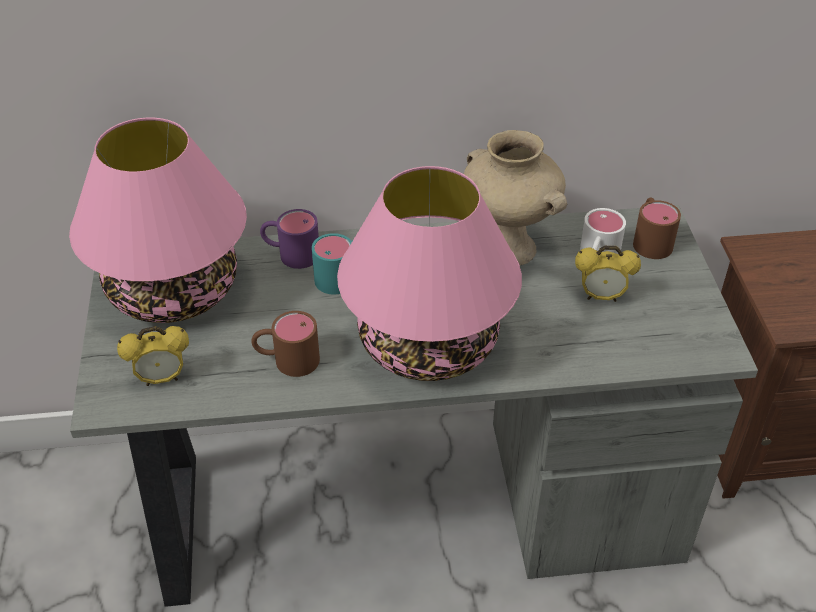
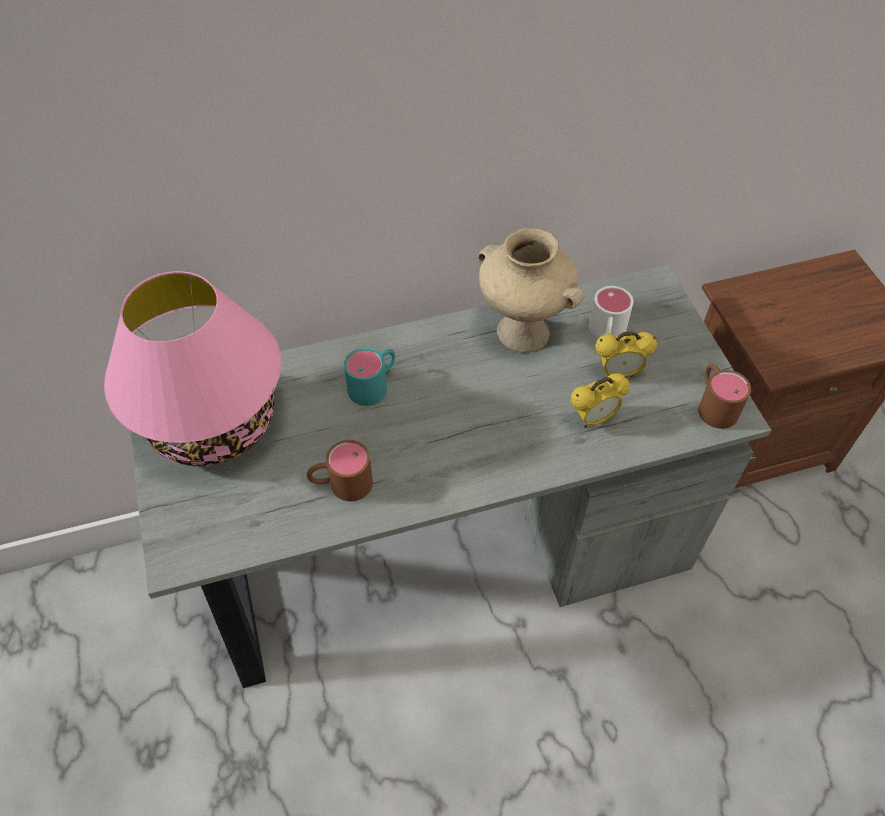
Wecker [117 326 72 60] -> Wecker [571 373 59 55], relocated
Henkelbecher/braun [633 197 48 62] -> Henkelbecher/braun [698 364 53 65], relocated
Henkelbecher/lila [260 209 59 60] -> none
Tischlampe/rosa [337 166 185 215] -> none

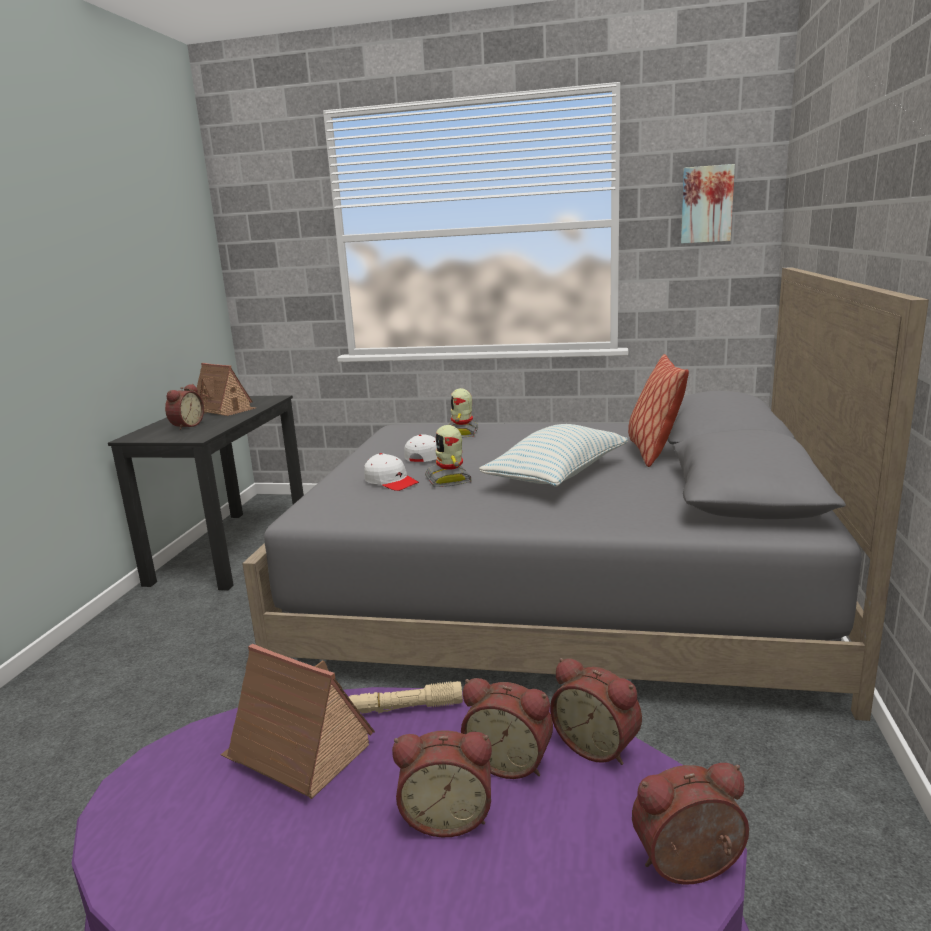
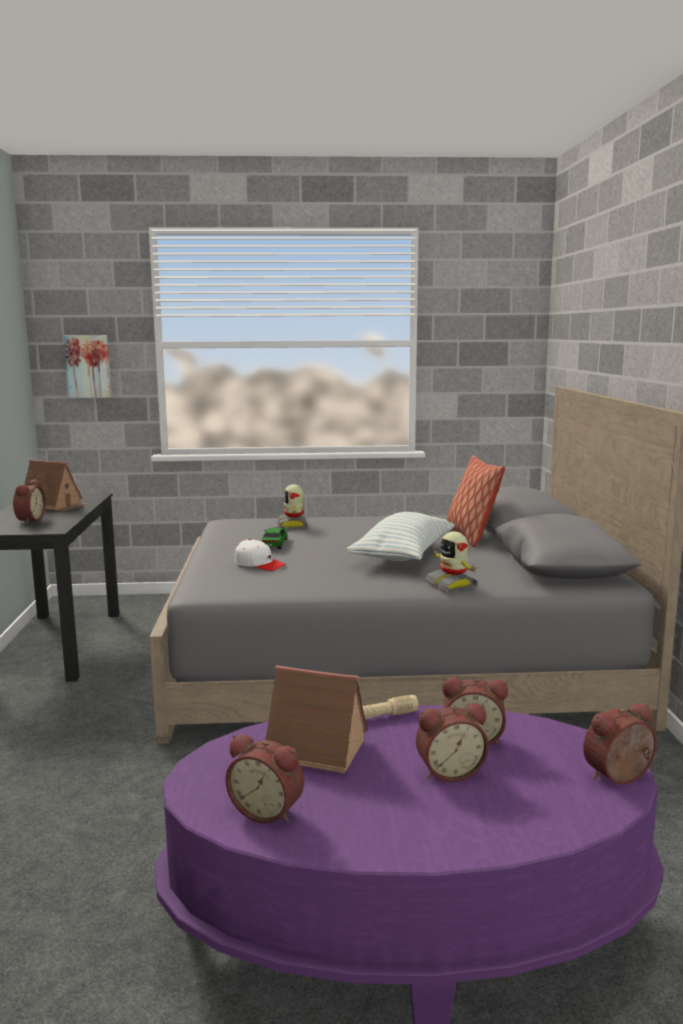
Bild [681 164 54 79] -> Bild [64 335 48 63], relocated
Wecker [550 658 92 107] -> Wecker [225 735 79 88], relocated
Kappe/weiß [404 434 33 28] -> Spielzeugauto [262 527 26 22]
Spielzeugroboter [425 425 47 62] -> Spielzeugroboter [425 531 53 61], relocated

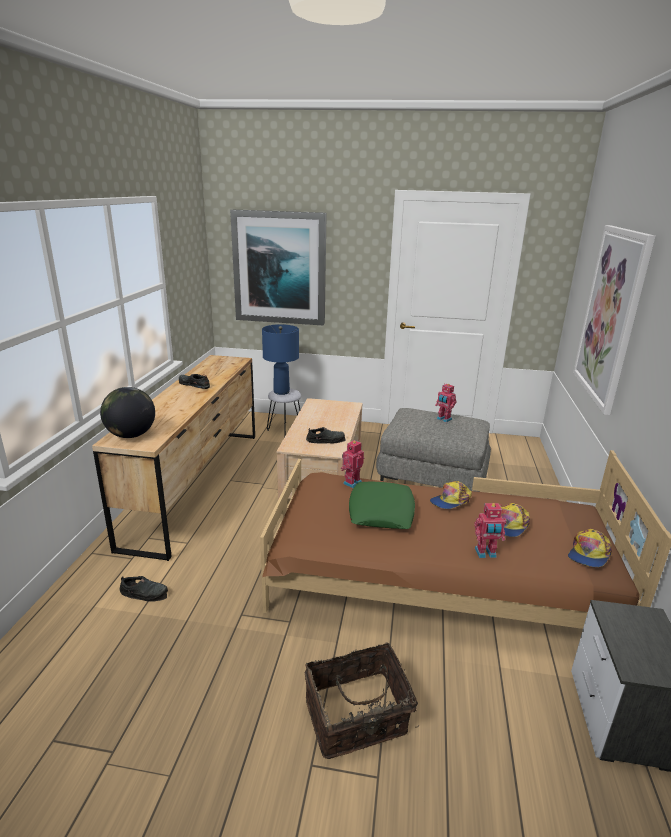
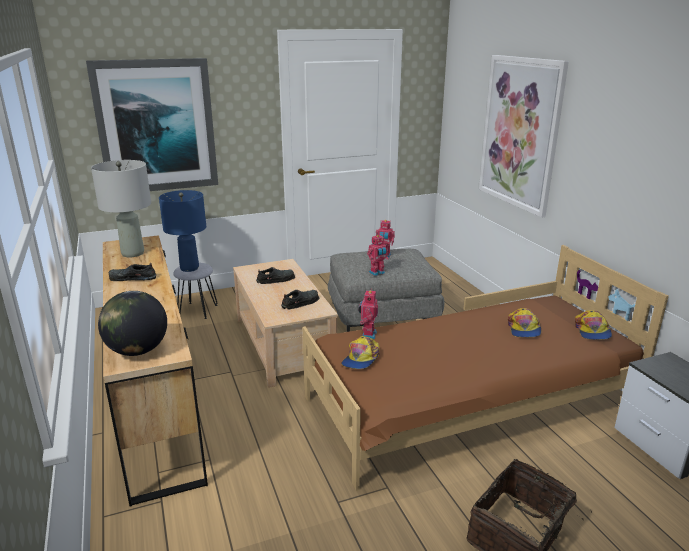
none -> Tischlampe/grau [91 160 60 97]
Schuh/schwarz [120 576 48 26] -> Schuh/schwarz [256 267 39 17], relocated
Kappe [430 481 42 28] -> Kappe [341 336 39 33], relocated
Spielzeugroboter [474 503 32 55] -> Spielzeugroboter [367 235 22 41], relocated
Kissen/grün [349 482 66 47] -> none

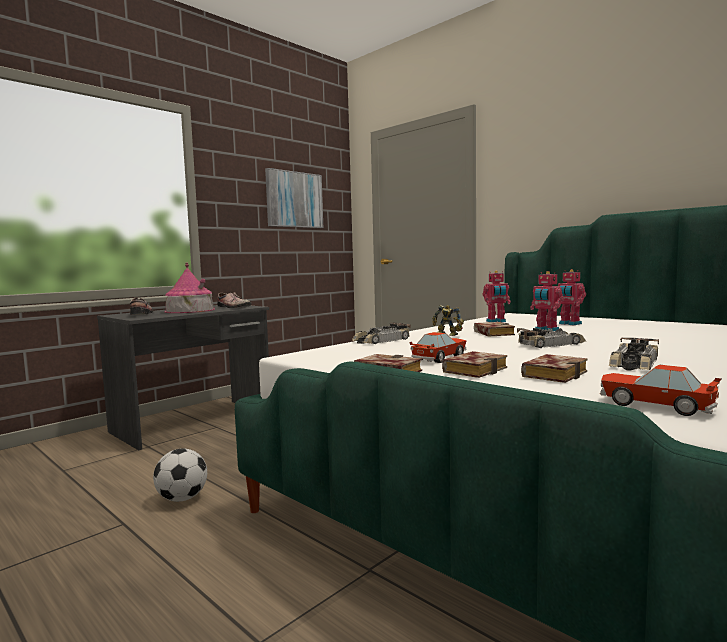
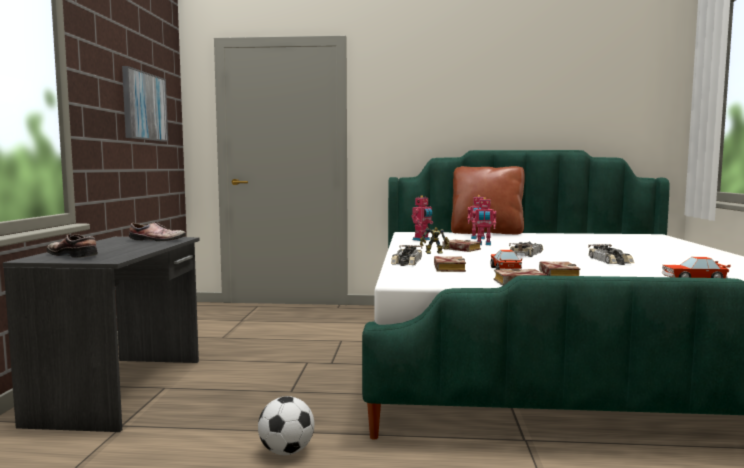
Buch [521 354 67 29] -> Buch [434 256 32 16], relocated
none -> Kissen/braun [451 166 74 69]
Spielzeughaus [164 263 51 50] -> none

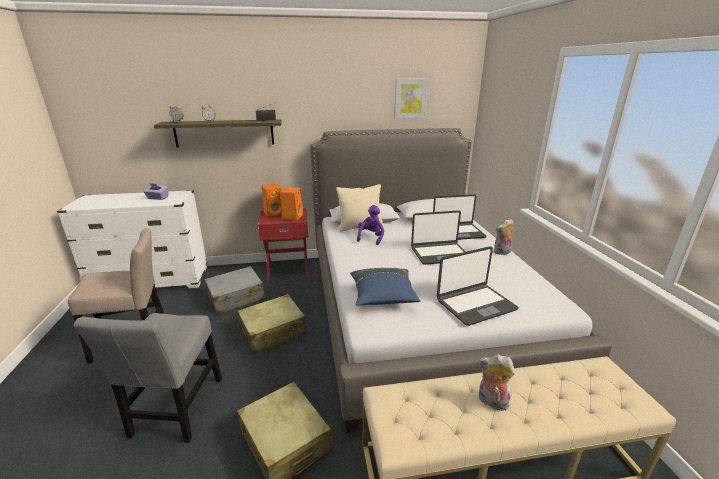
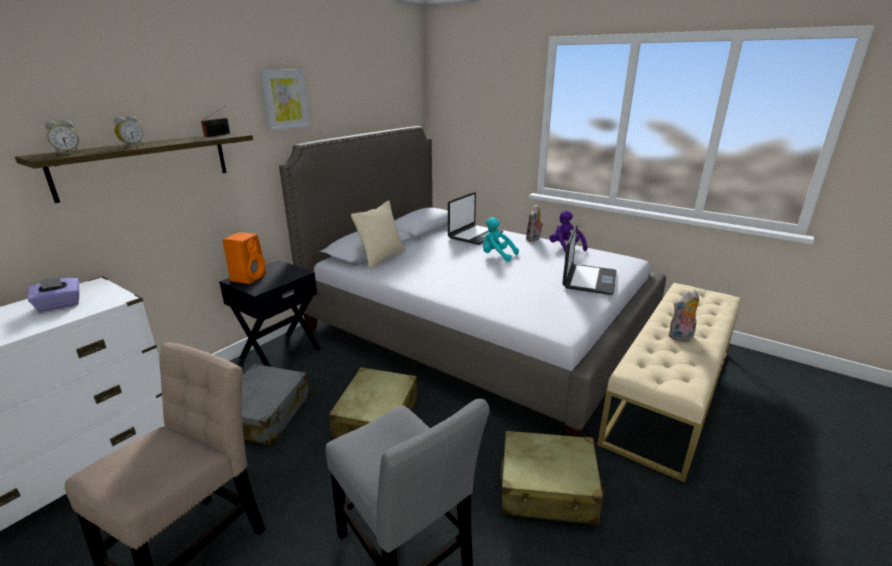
Nachttisch/rot [258 208 50 72] -> Nachttisch/schwarz [219 260 102 107]
Bild [394 78 35 41] -> Bild [260 70 49 61], relocated
Laptop [411 210 55 55] -> Plüschtier/türkis [483 218 36 44]
Plüschtier/lila [357 205 27 40] -> Plüschtier/lila [549 210 39 43], relocated
Lautsprecher/orange [280 187 23 34] -> none
Kissen/blau [350 268 70 38] -> none

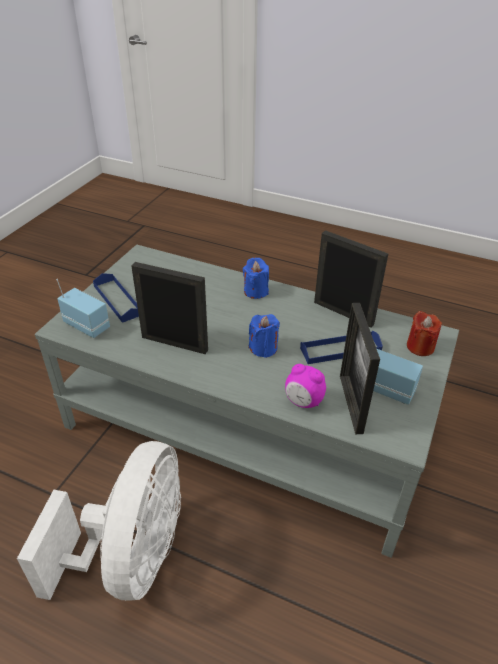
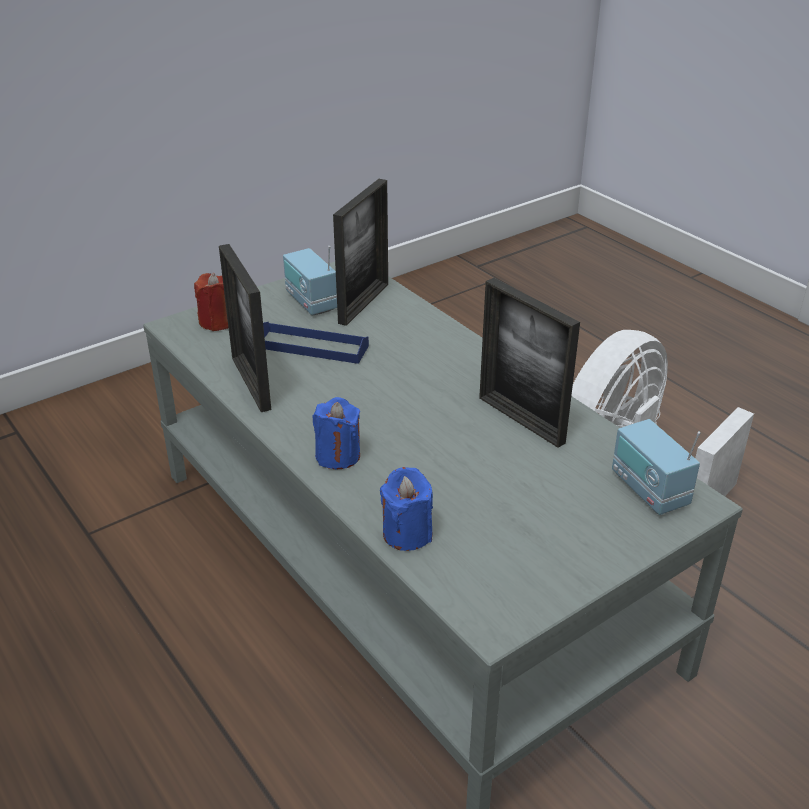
Kerze/blau [249 314 31 44] -> Kerze/blau [380 467 53 84], relocated
Tablett/blau [93 273 46 50] -> none
Wecker [285 364 41 44] -> none

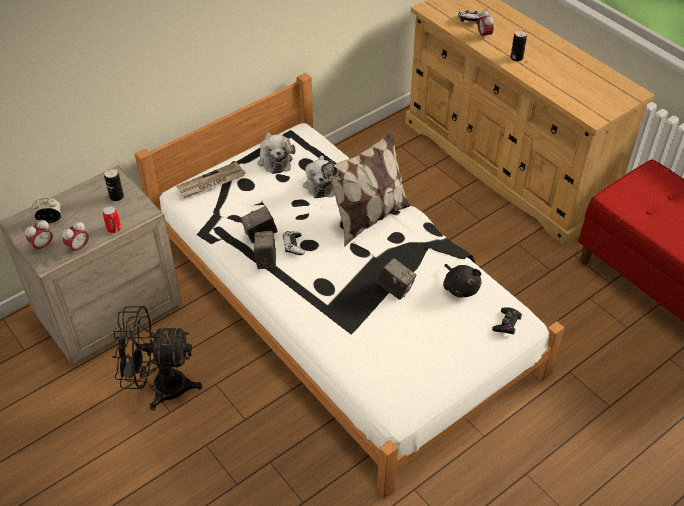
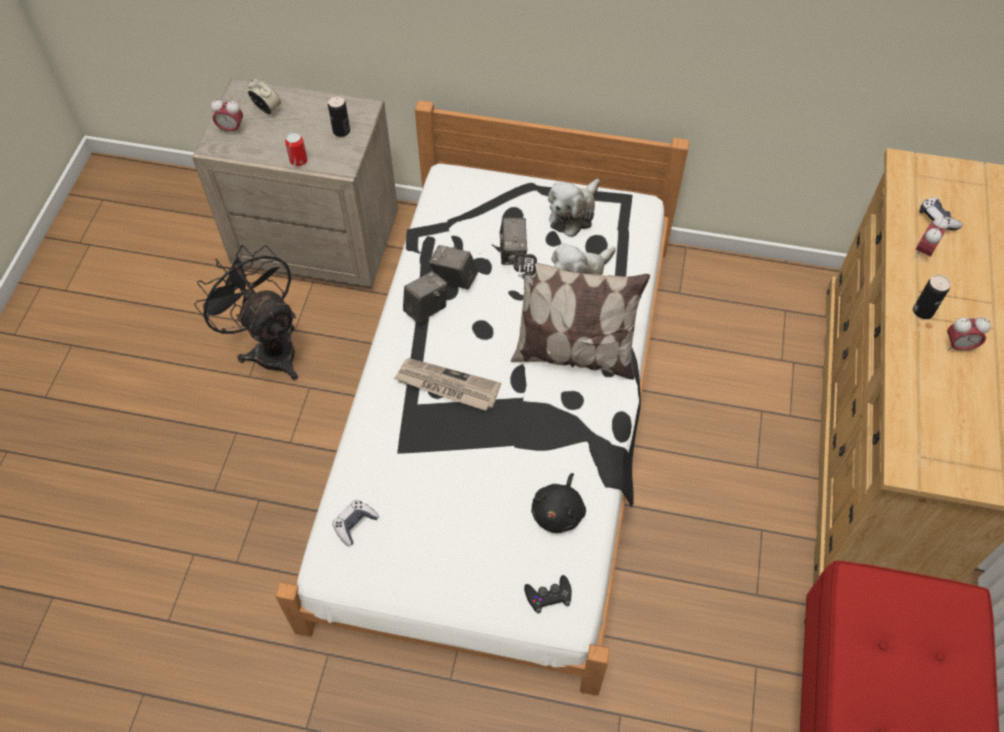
Gamepad [283 231 22 24] -> Gamepad [332 500 47 46], relocated
Zeitung [177 162 68 36] -> Zeitung [394 358 107 53], relocated
Kamera [377 258 39 42] -> Kamera [500 218 27 47], relocated
Wecker [62 221 27 34] -> Wecker [947 317 44 34], relocated

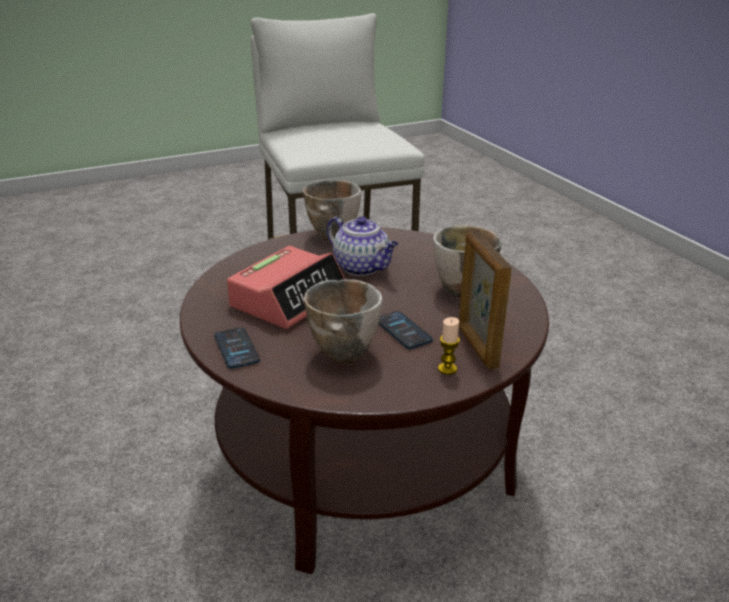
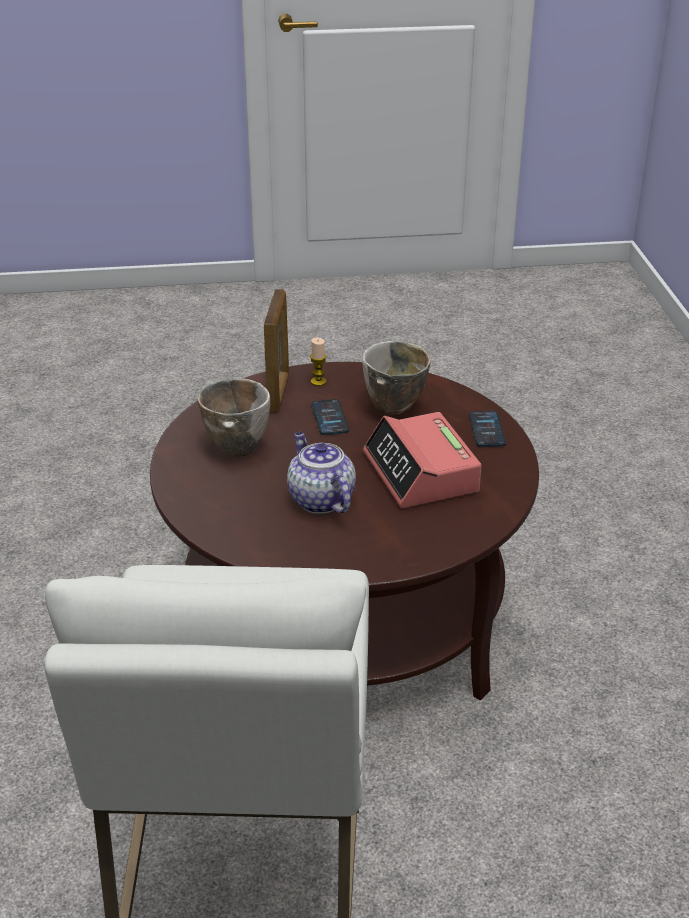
Wecker [227 246 118 83] -> Wecker [363 412 119 96], 75 degrees counterclockwise
Schüssel [303 180 58 61] -> none

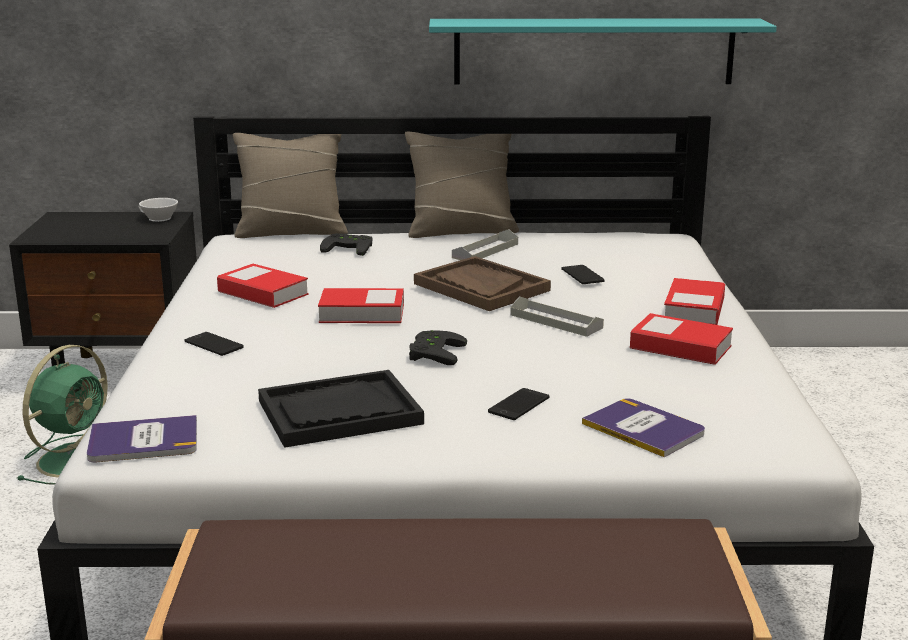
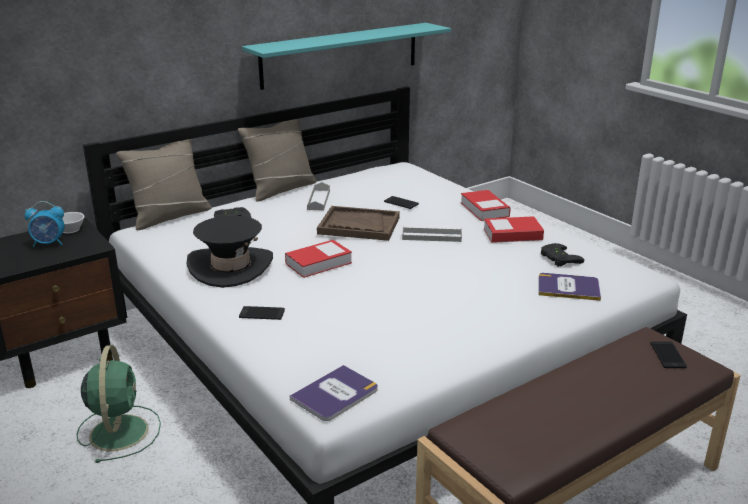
none -> Wecker [25 201 40 46]
Buch [217 264 92 44] -> Hut/schwarz [187 216 86 72]
Gamepad/schwarz [409 330 58 35] -> Gamepad/schwarz [541 243 44 24], relocated
Handy [488 388 61 32] -> Handy [650 341 37 27], relocated
Tablett/schwarz [258 370 166 78] -> none

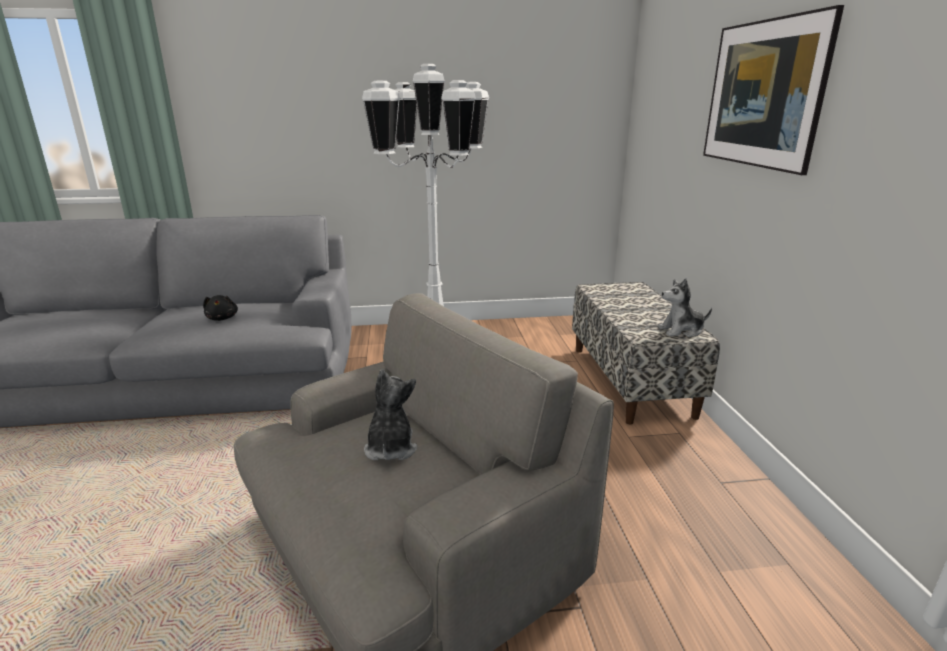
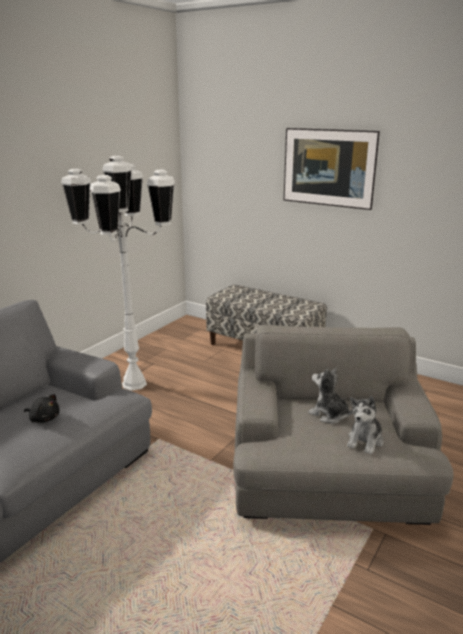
Plüschtier [658 278 54 59] -> Plüschtier [347 396 36 59], relocated

